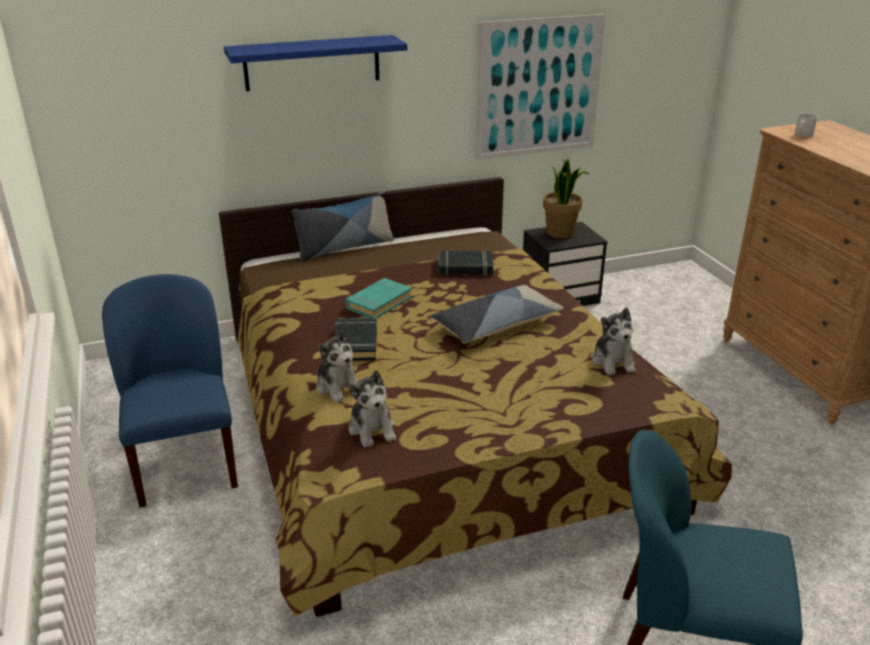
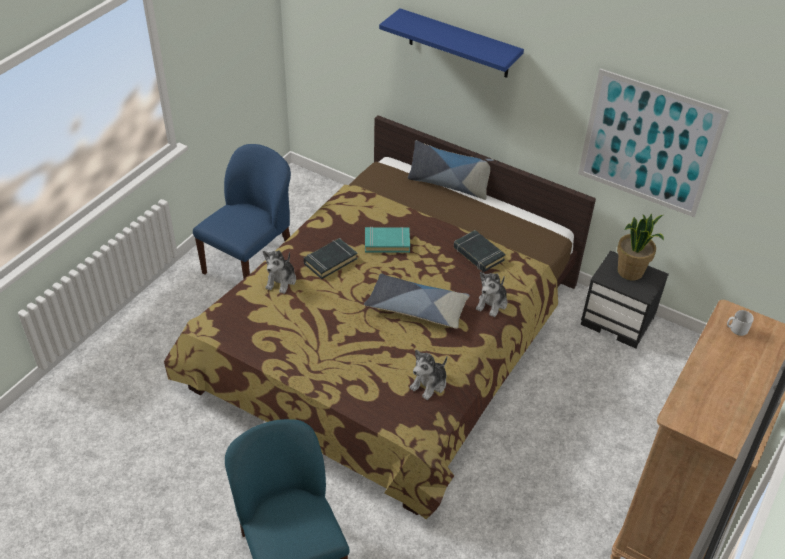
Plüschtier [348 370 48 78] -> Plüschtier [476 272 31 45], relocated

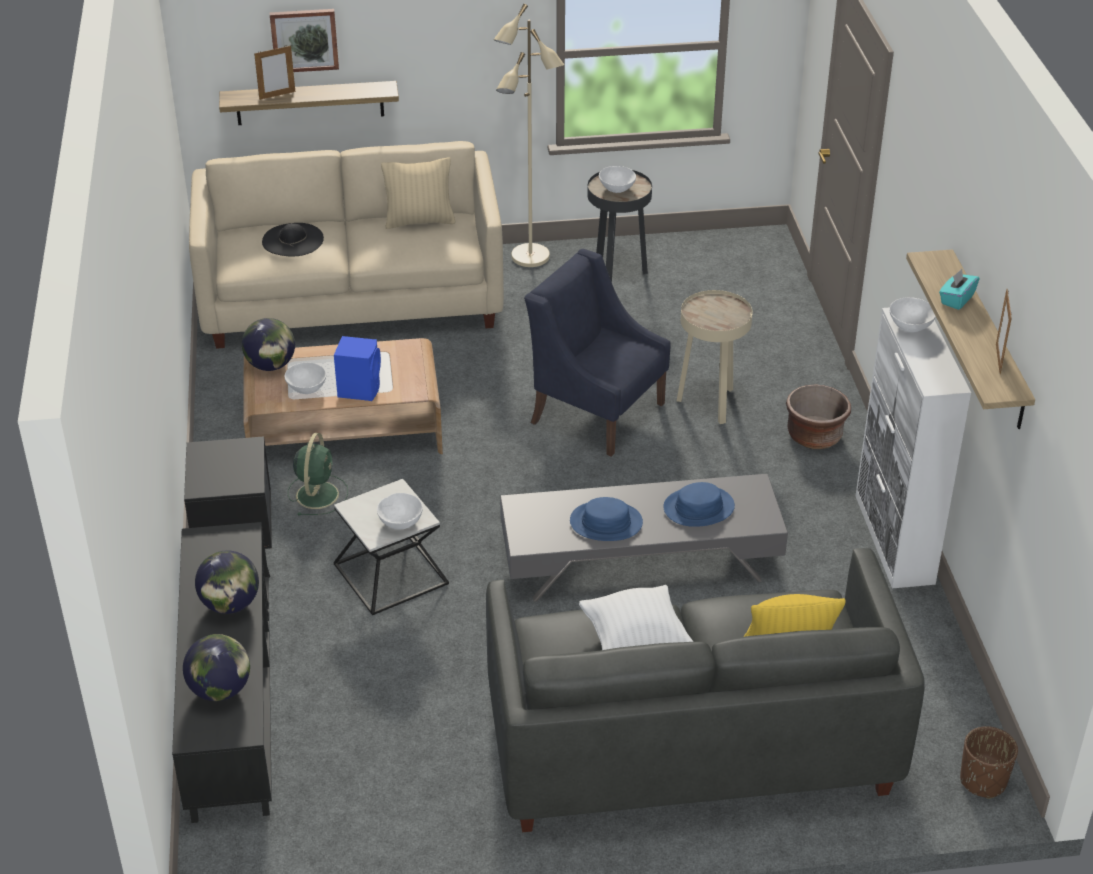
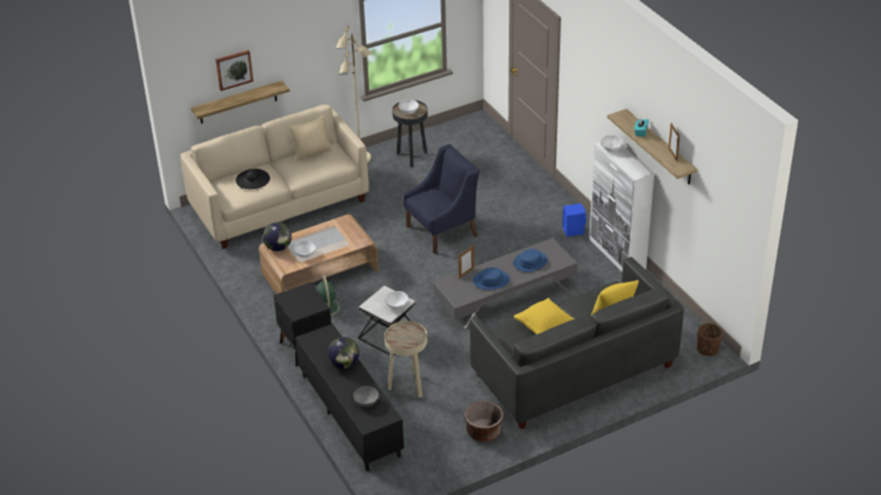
Globus [183 634 67 67] -> Schüssel/grau [353 386 26 21]
Beistelltisch/beige [677 290 76 134] -> Beistelltisch/beige [384 321 43 77], relocated
Sessel/blau [524 249 147 207] -> Sessel/blau [403 144 77 110], 135 degrees clockwise
Bilderrahmen [254 45 41 55] -> Bilderrahmen [458 245 16 34], relocated
Pflanzkübel/braun [786 385 65 64] -> Pflanzkübel/braun [464 401 40 41], relocated
Kissen/weiß [579 585 114 65] -> Kissen/gelb [514 298 60 36]
Lautsprecher/blau [334 336 47 65] -> Lautsprecher/blau [562 203 24 34], relocated

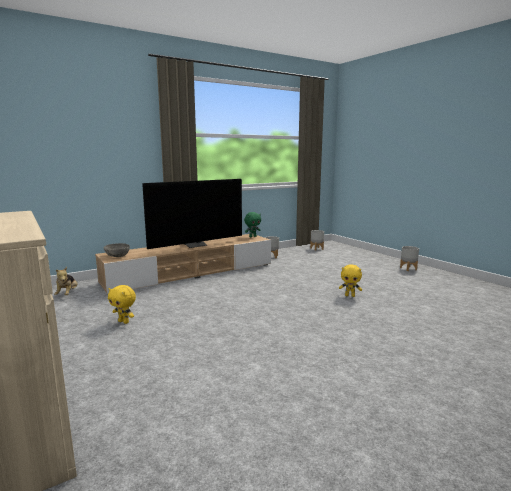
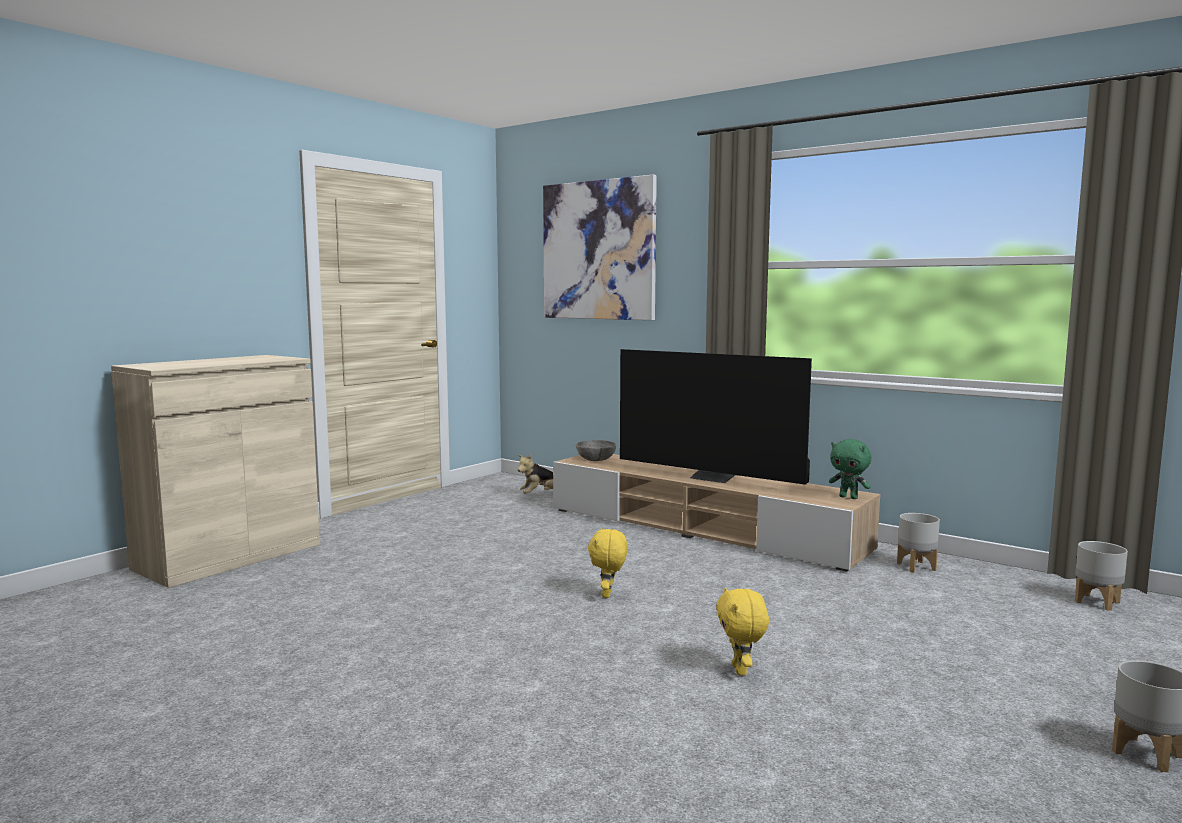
none -> Bild [543 174 114 146]
Plüschtier/gelb [108 285 28 39] -> Plüschtier/gelb [588 528 40 70], relocated

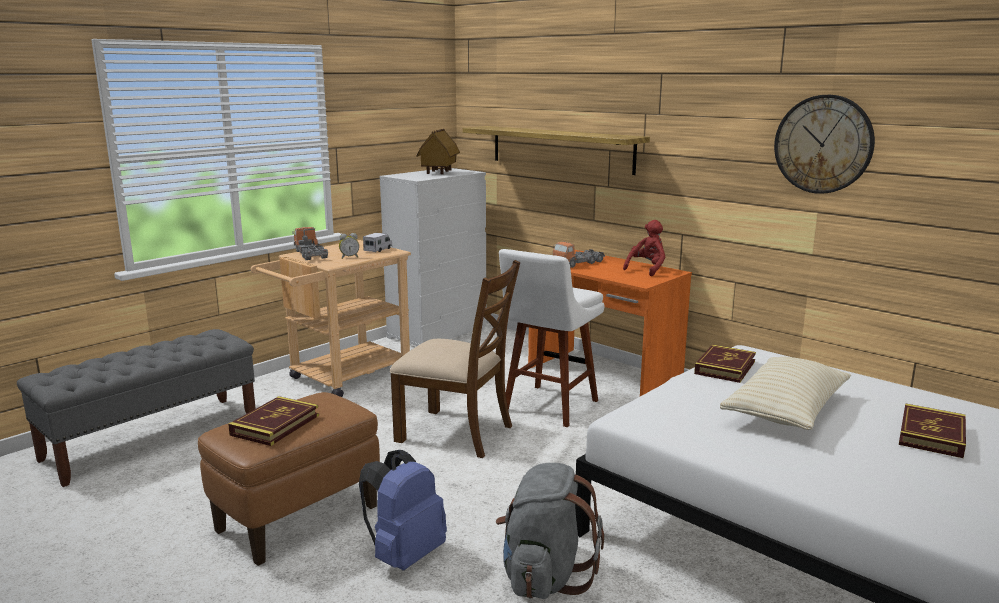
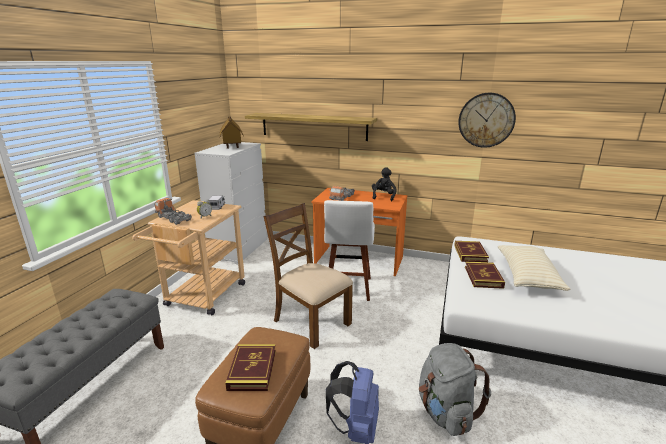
Stuhl/braun [390 260 130 198] -> Stuhl/braun [263 203 90 146], 135 degrees counterclockwise
Plüschtier/rot [623 220 42 56] -> Plüschtier/schwarz [372 167 25 34]
Buch [899 403 67 55] -> Buch [465 262 40 27], relocated

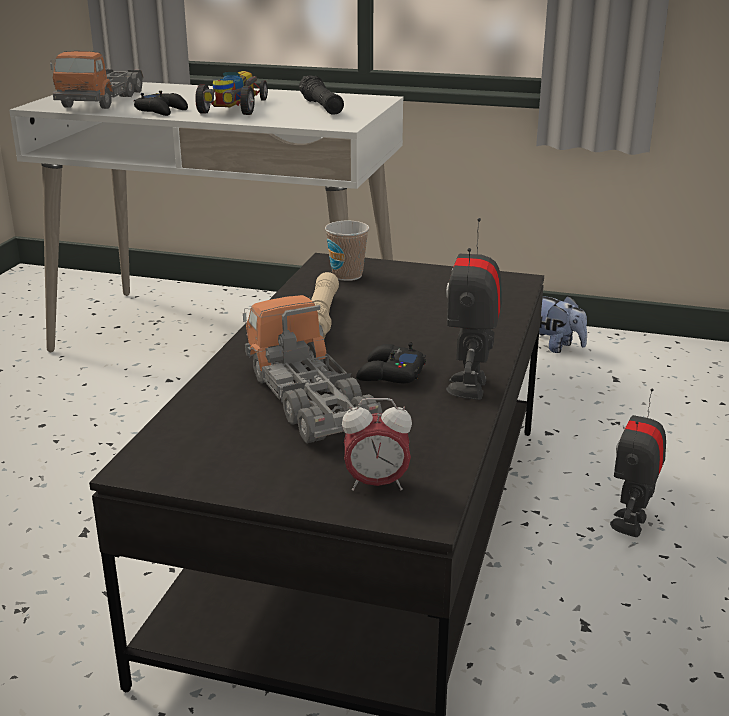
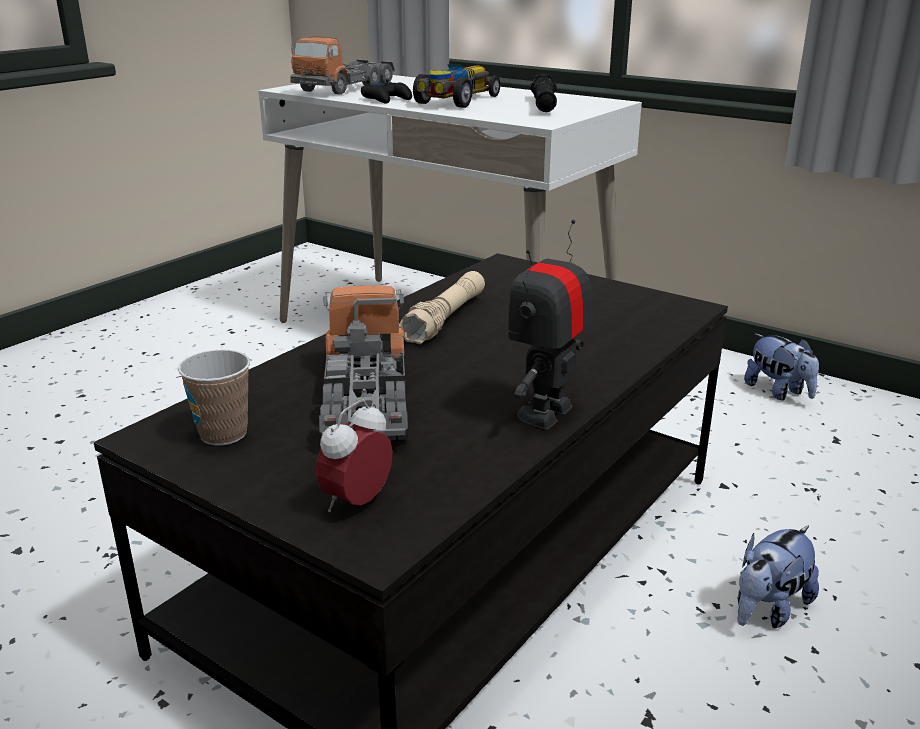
Tasse [325 221 44 60] -> Tasse [178 350 72 96], relocated
Wecker [342 398 70 93] -> Wecker [316 400 77 112], 105 degrees clockwise
Spielzeugroboter [610 388 56 149] -> Plüschtier [738 526 81 102]
Gamepad/schwarz [356 343 70 40] -> none

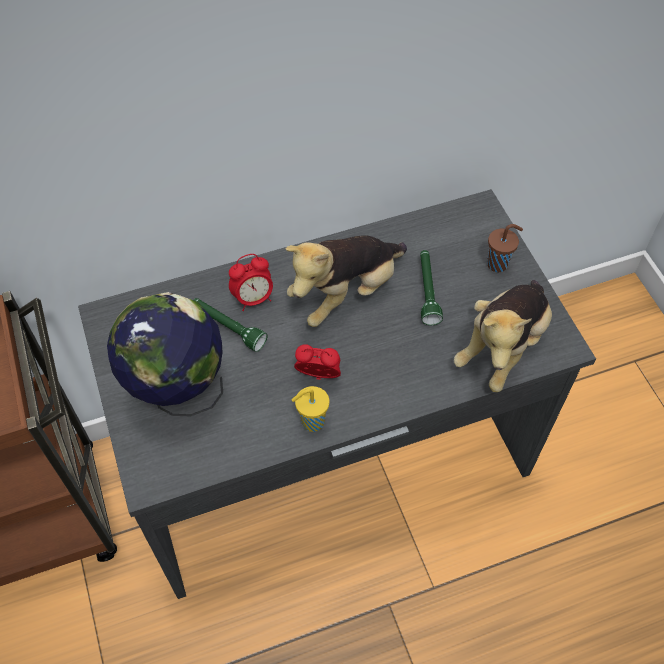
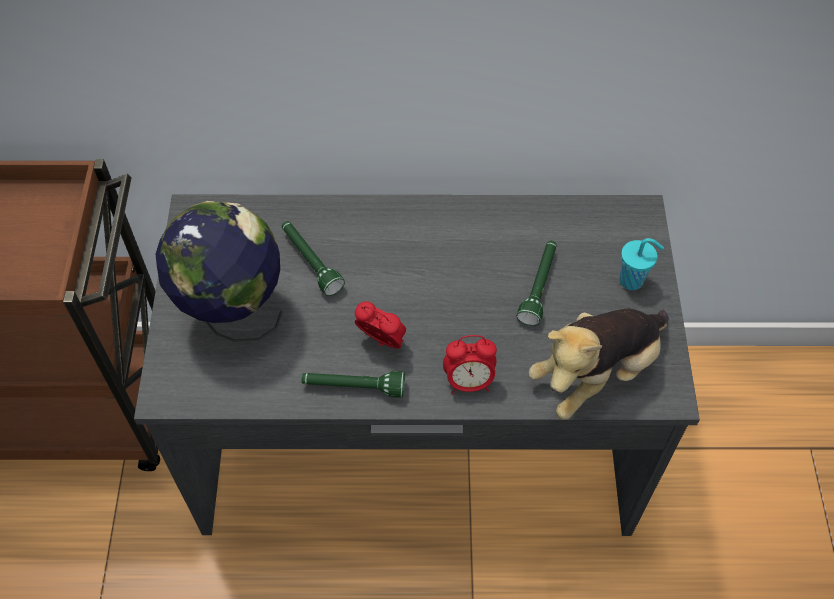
Tasse/gelb [292 386 37 46] -> Taschenlampe/grün [302 371 103 27]
Wecker [229 254 44 57] -> Wecker [443 335 54 59], relocated
Tasse/braun [487 224 36 48] -> Tasse/türkis [619 238 45 52]
Plüschtier [286 235 121 92] -> none

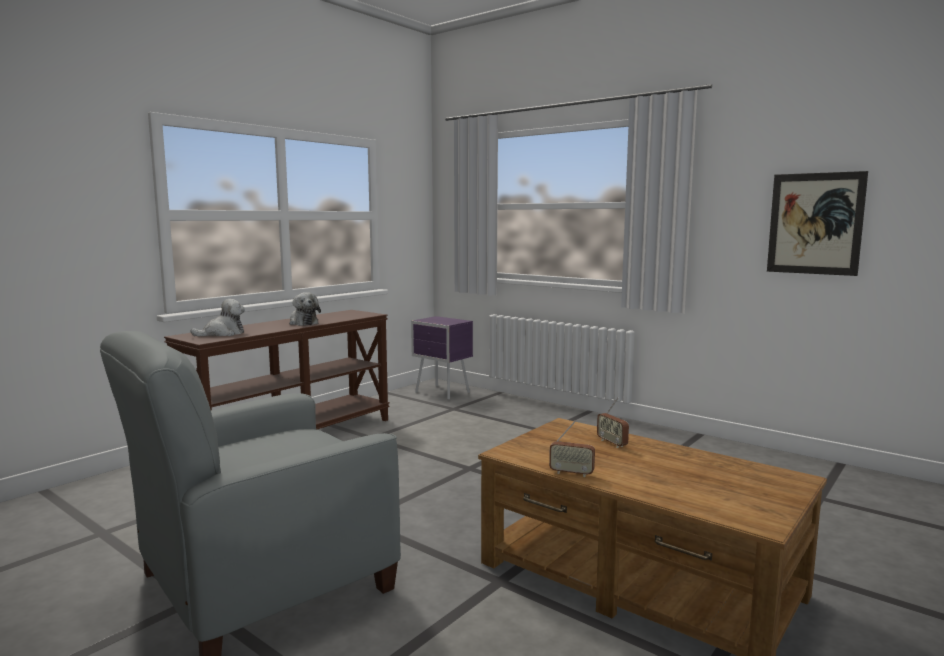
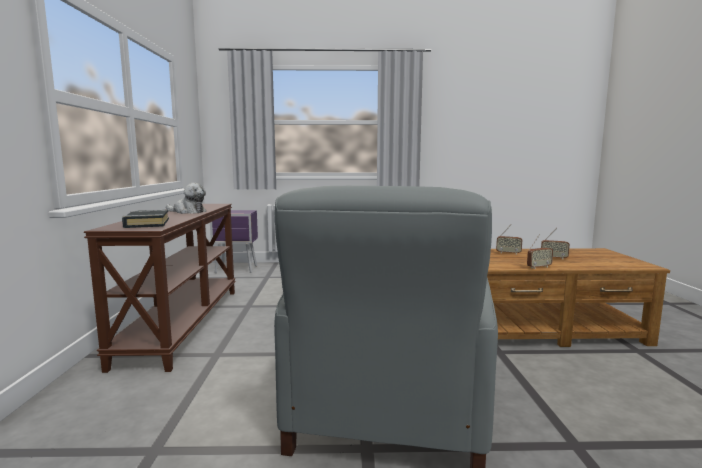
Plüschtier [191 299 54 37] -> Buch/schwarz [122 210 47 18]
none -> Radio [541 228 29 32]
Bild [767 171 101 105] -> none

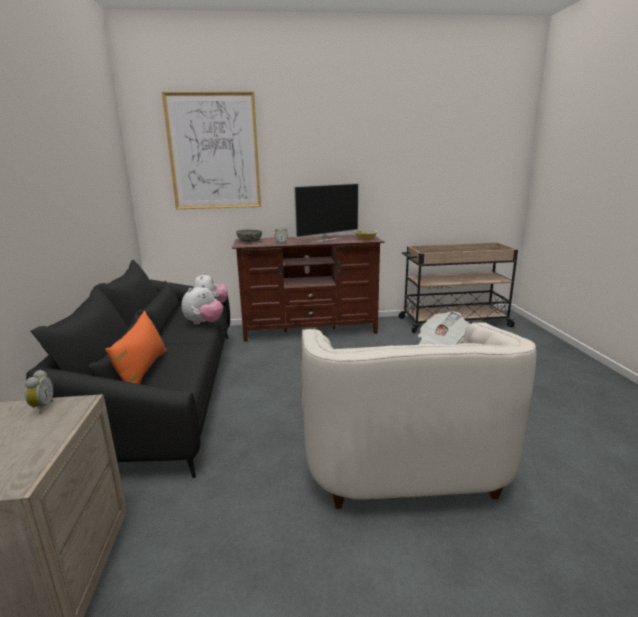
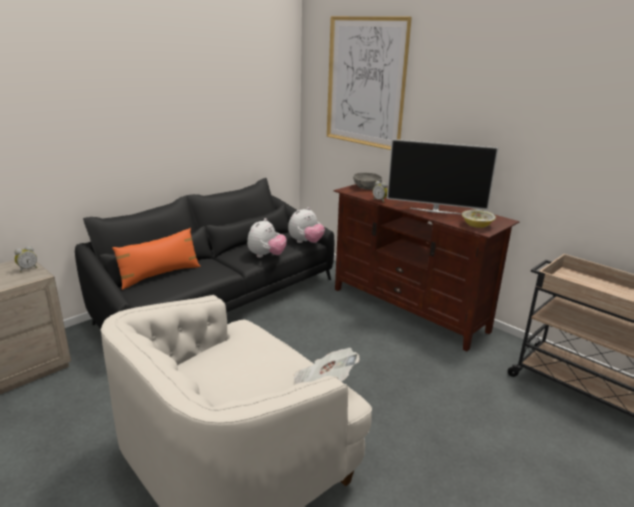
Plüschtier [181 284 42 41] -> Plüschtier [247 218 40 40], 60 degrees counterclockwise

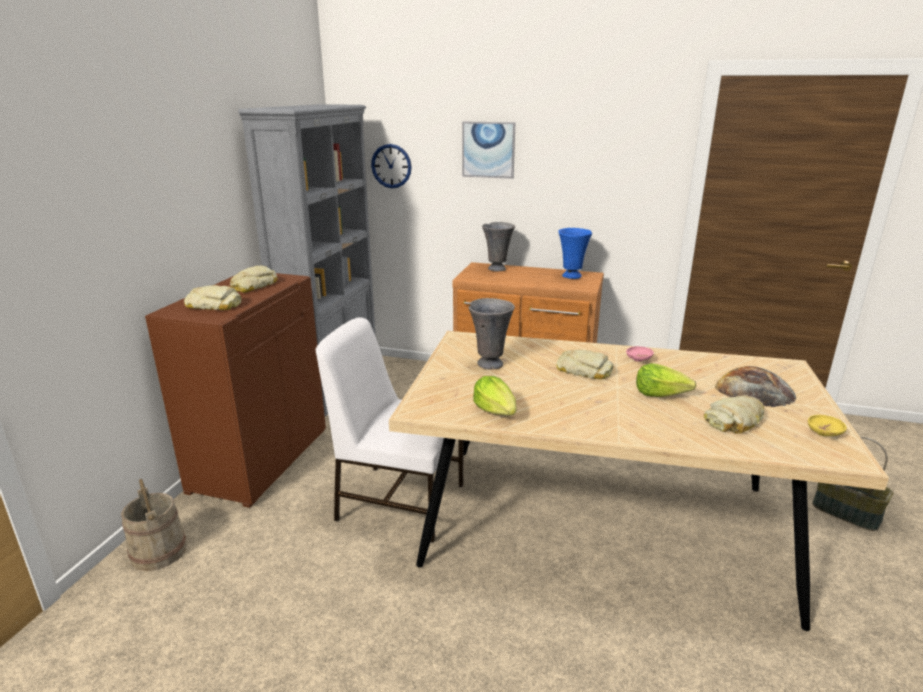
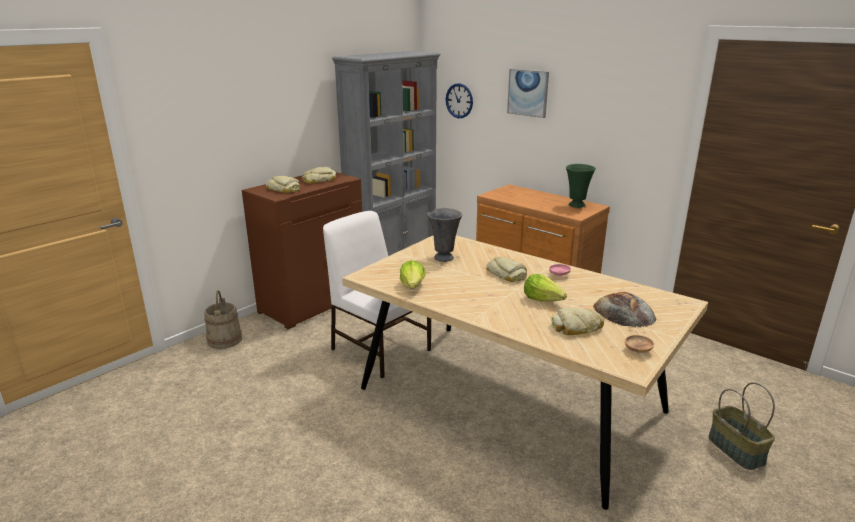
Vase/blau [558 228 34 51] -> Vase/grün [566 164 30 44]
Schüssel/gelb [808 415 39 21] -> Schüssel/braun [625 335 29 18]
Vase/grau [482 222 33 50] -> none

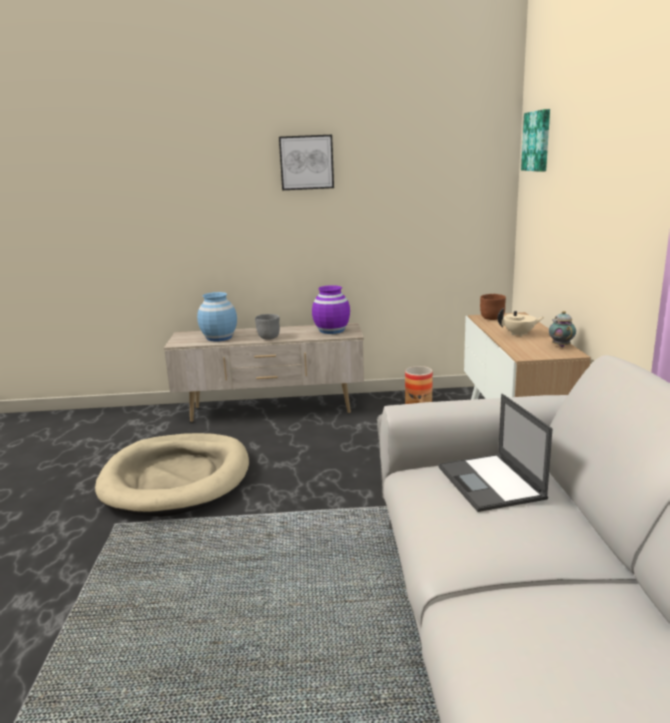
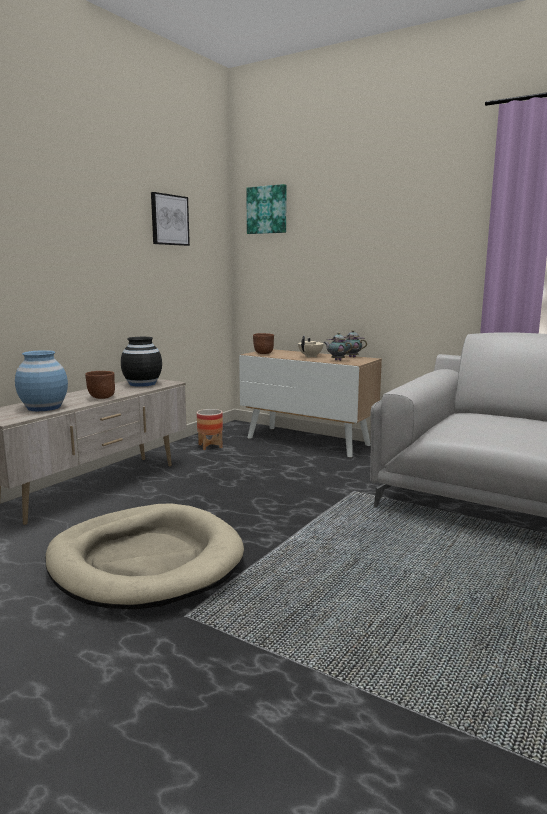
Schüssel/grau [255 314 25 26] -> Schüssel/braun [85 371 30 28]
Vase/lila [312 285 38 49] -> Vase/schwarz [121 337 41 50]
Bild [279 135 55 55] -> Bild [151 192 39 54], relocated
none -> Teekanne [323 332 30 29]
Laptop [438 394 115 118] -> none

